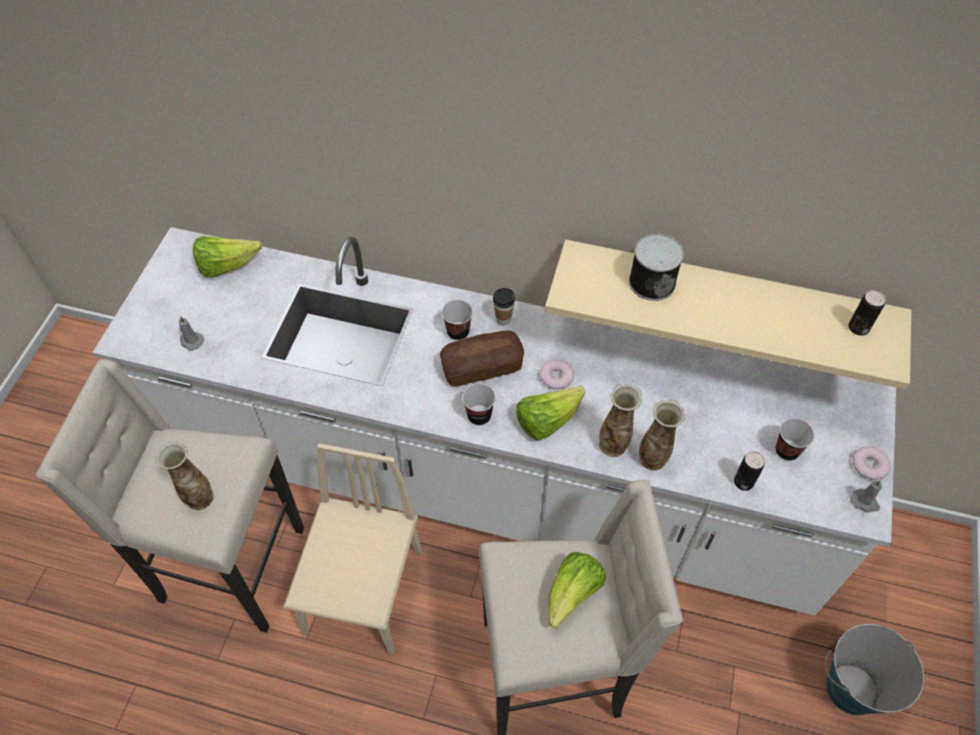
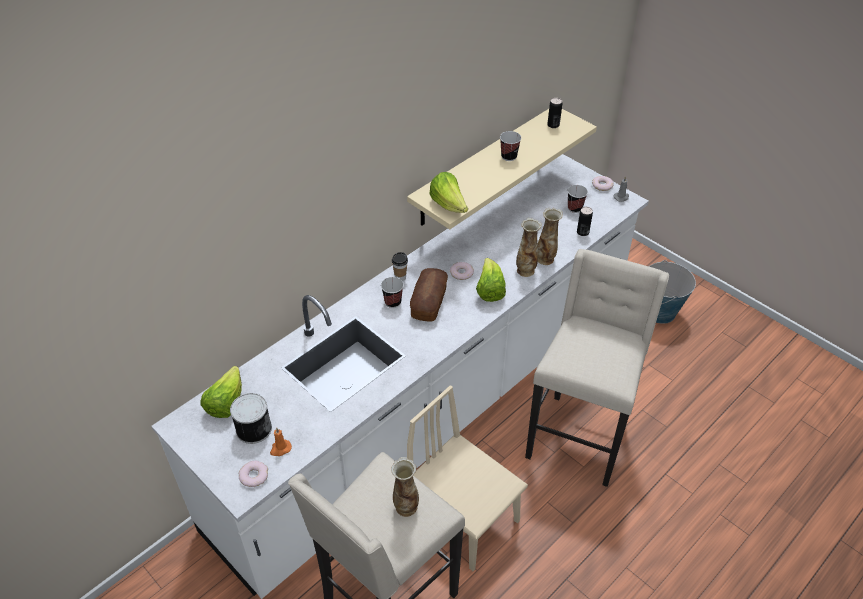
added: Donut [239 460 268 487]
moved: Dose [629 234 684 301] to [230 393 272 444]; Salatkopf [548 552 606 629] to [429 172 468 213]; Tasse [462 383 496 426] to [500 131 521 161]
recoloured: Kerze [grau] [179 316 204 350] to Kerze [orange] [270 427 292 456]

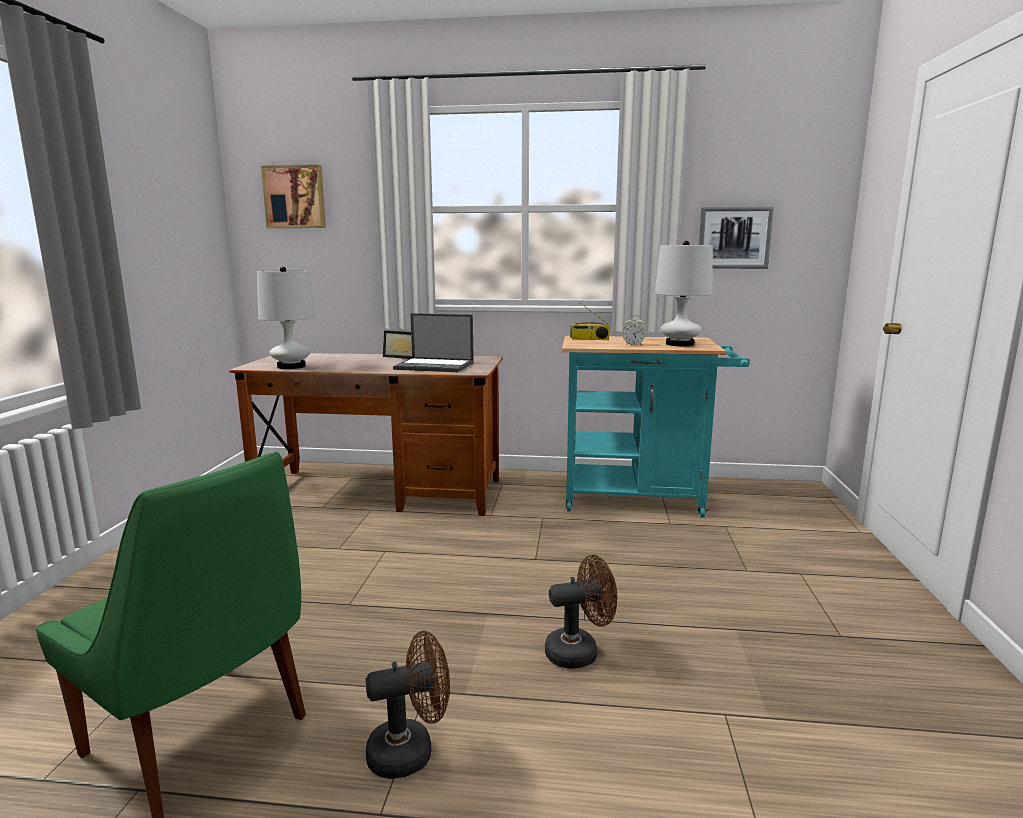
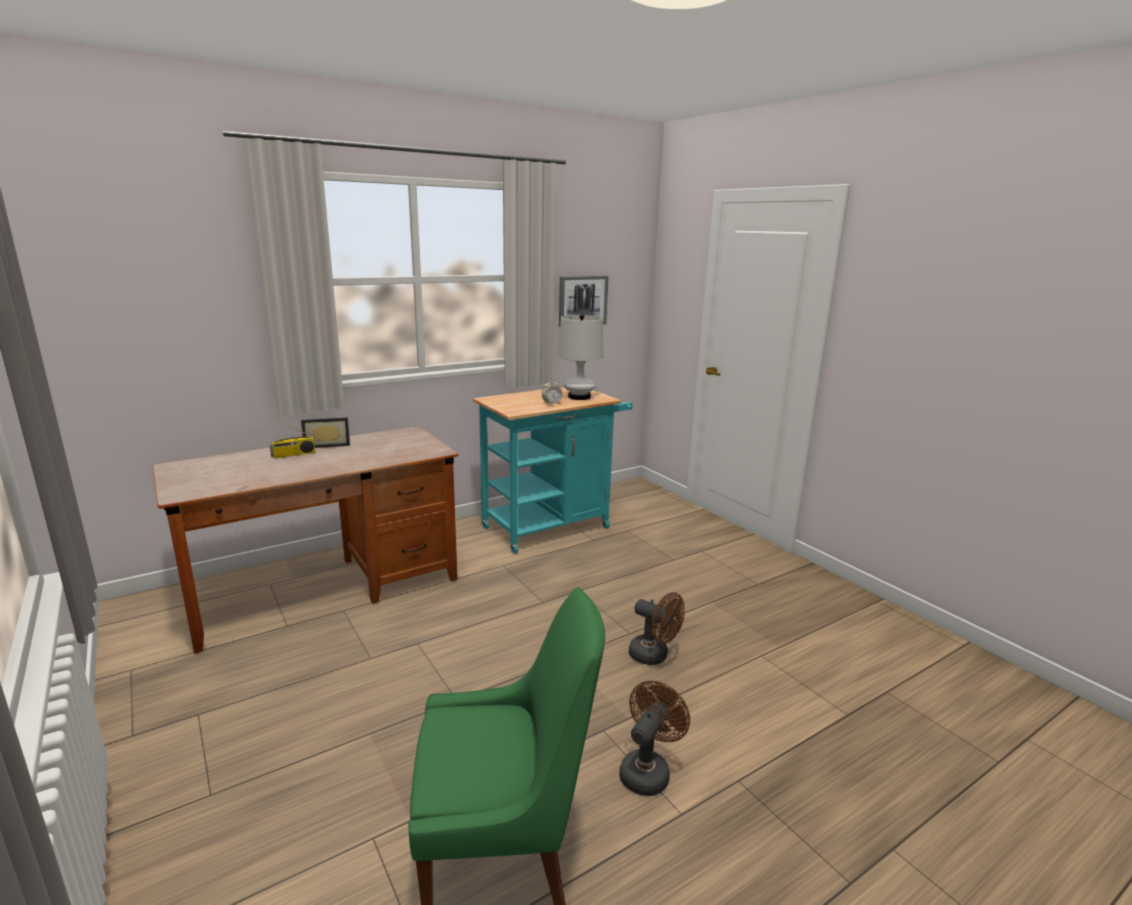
removed: Tischlampe [weiß] [257 267 316 369]; Bild [261 165 326 228]; Laptop [393 313 474 372]
moved: Radio [570 302 609 340] to [270 418 315 459]
turned: Ventilator [braun] [545 555 617 669] = [629 592 685 665] 90 degrees clockwise

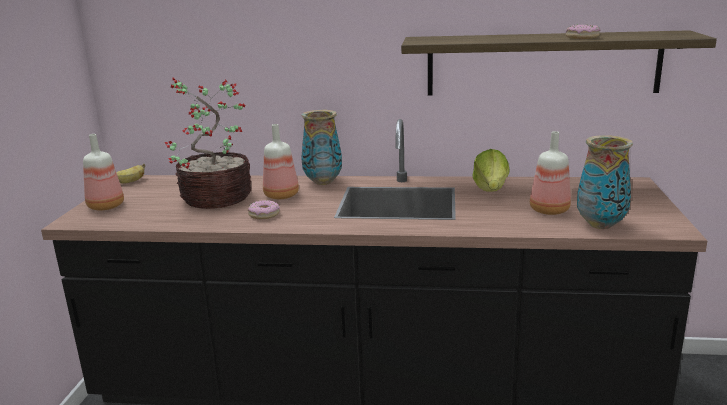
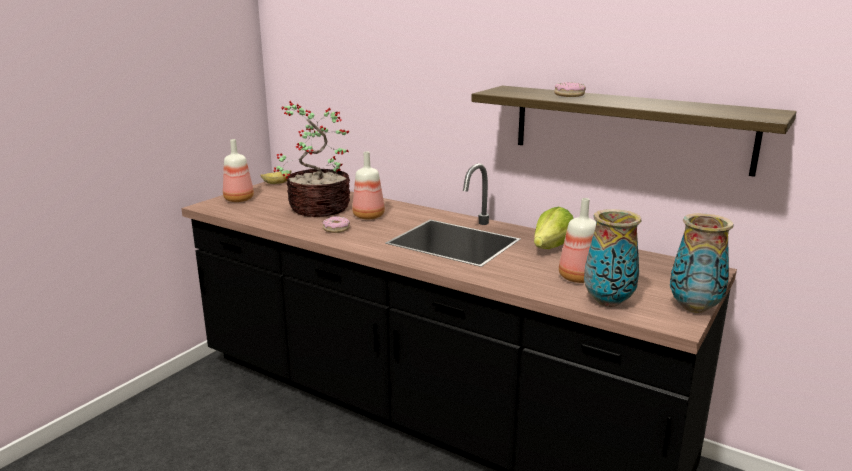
moved: Donut [566 25 600 39] to [554 82 586 97]; Vase [301 110 342 185] to [670 213 734 313]

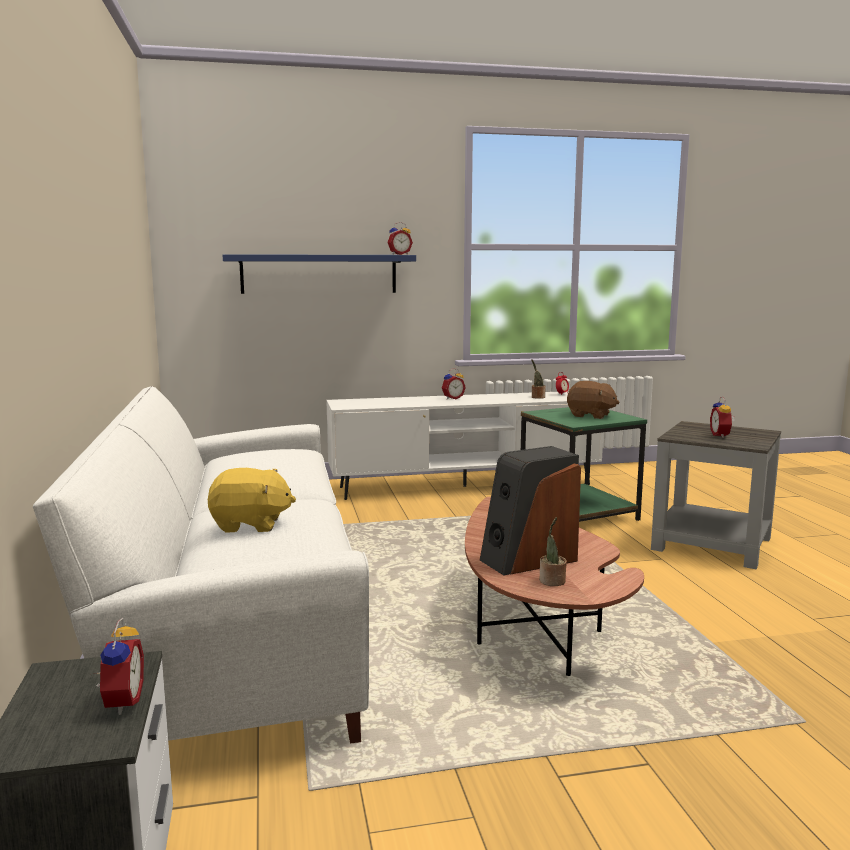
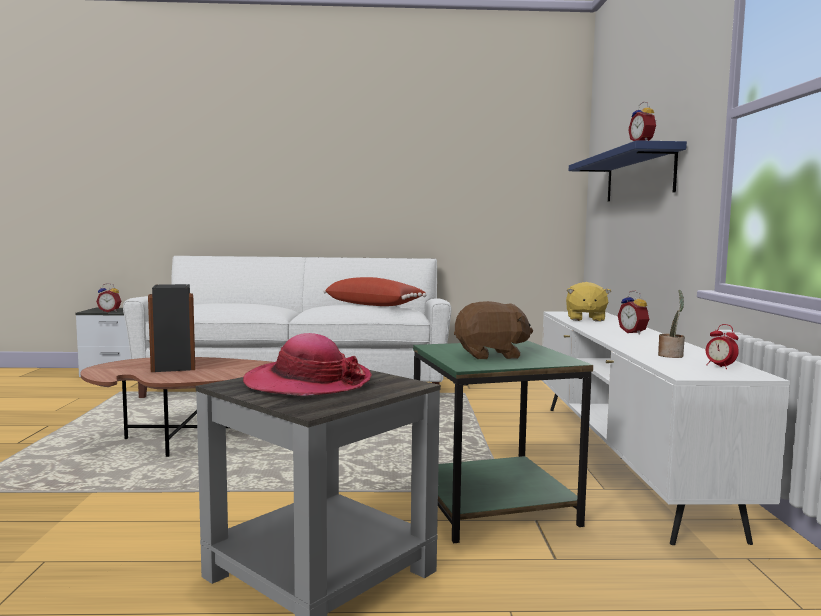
removed: Topfpflanze [539 517 567 586]
added: Kissen [rot] [323 277 427 306]
moved: Plüschtier [gelb] [208 468 296 533] to [566 282 611 322]
replaced: Wecker [710 397 735 438] to Hut [243 333 372 396]
turned: Plüschtier [braun] [567 381 619 419] = [454 301 533 359] 135 degrees counterclockwise

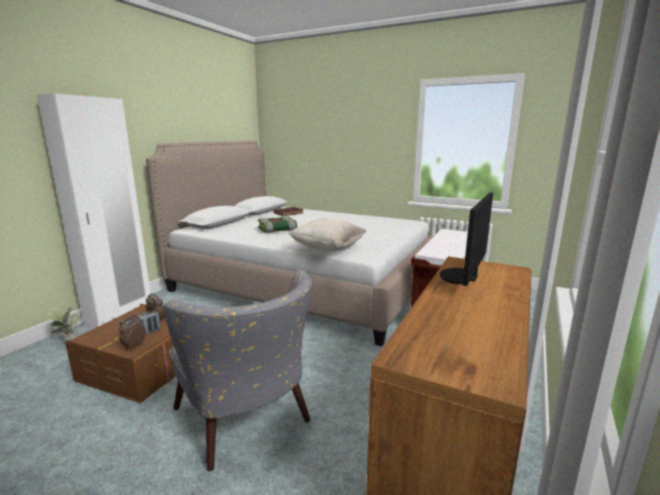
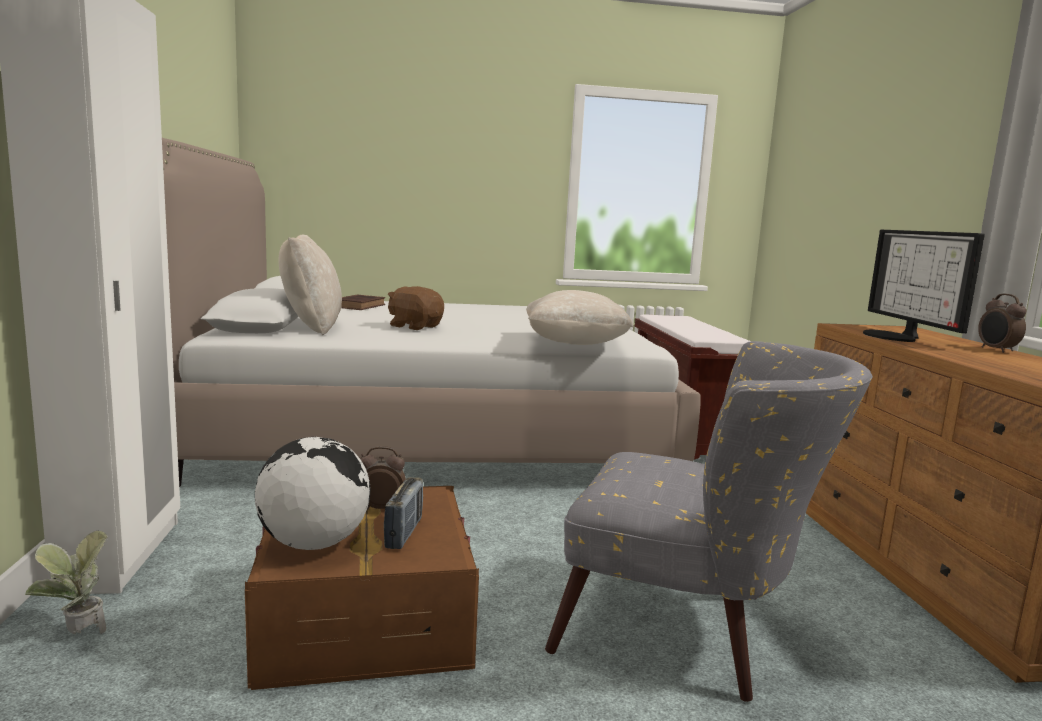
added: Globus [255 437 371 550]; Kissen [beige] [278 235 342 335]
moved: Wecker [119 315 146 350] to [978 294 1026 353]
replaced: Buch [258 216 297 233] to Plüschtier [braun] [388 286 444 330]

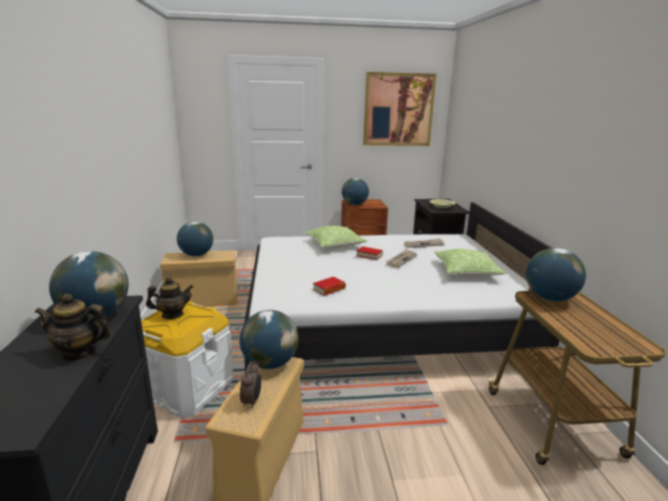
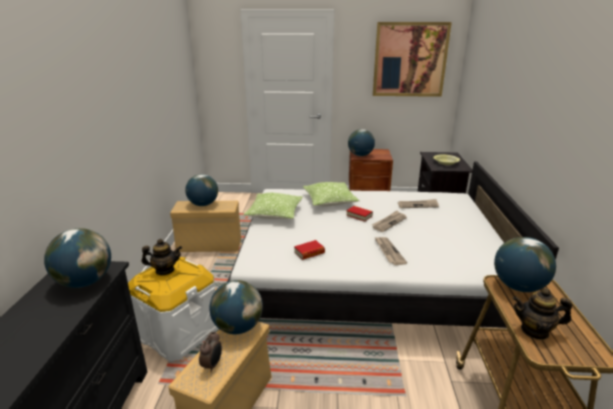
added: Zeitung [375 237 407 265]
moved: Kissen [434 249 507 277] to [243 193 302 219]; Teekanne [35 294 111 362] to [513 288 572 340]

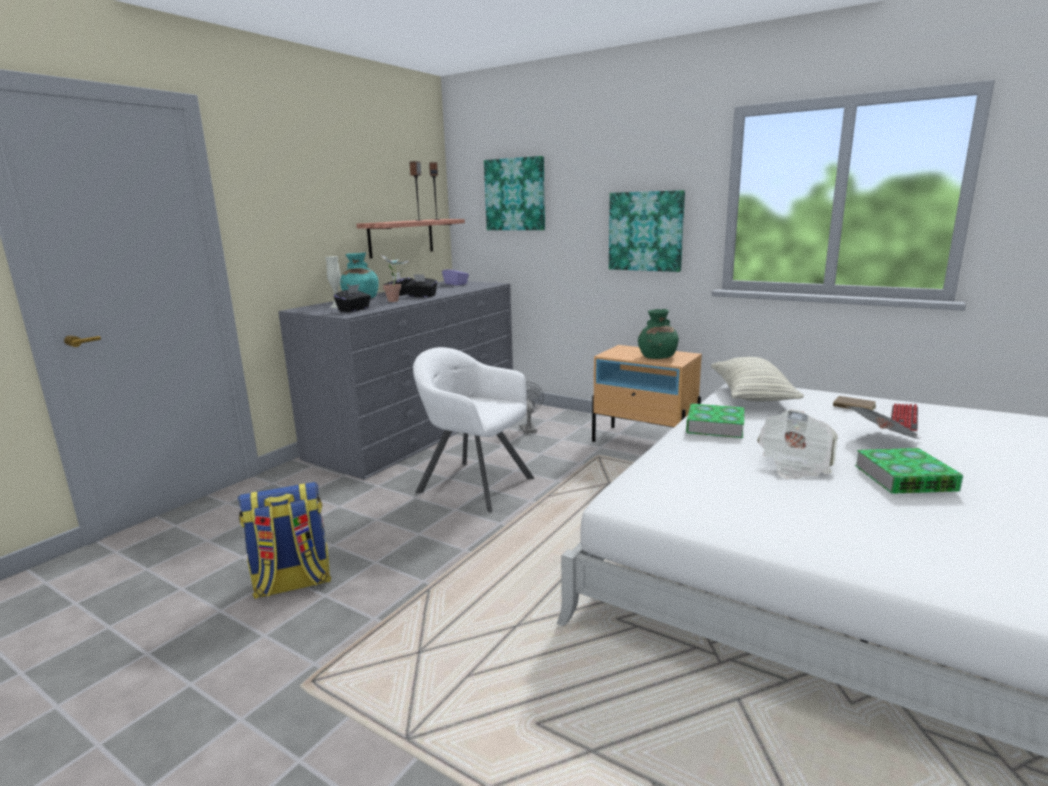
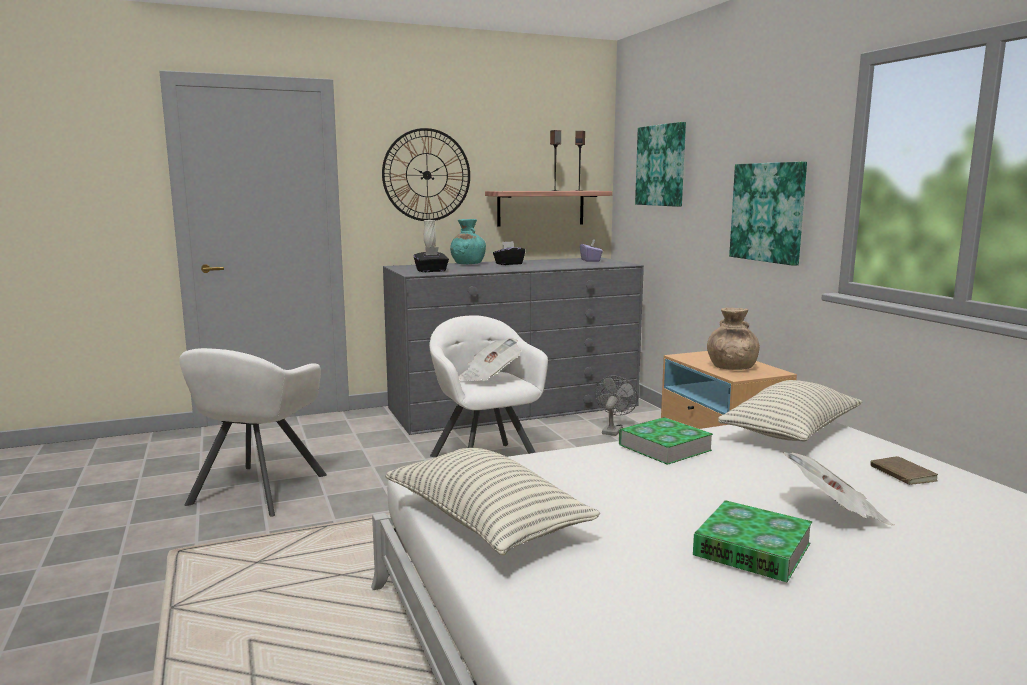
removed: Topfpflanze [381 255 409 302]; Taschentuchbox [schwarz] [405 274 437 298]; Tastatur [891 404 918 431]
added: Wanduhr [382 128 470 221]; Kissen [385 448 600 555]
moved: Zeitung [757 410 838 479] to [459 338 521 381]
replaced: Rucksack [238 482 331 599] to Sessel [weiß] [179 348 327 517]
recoloured: Vase [grün] [638 309 679 359] to Vase [braun] [707 308 760 370]

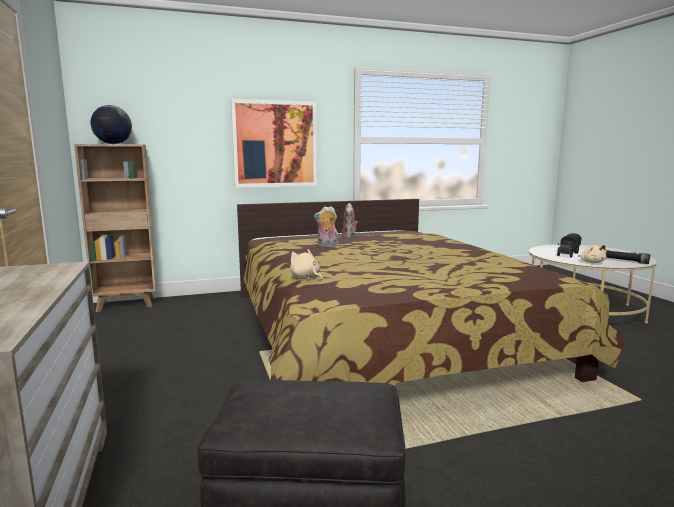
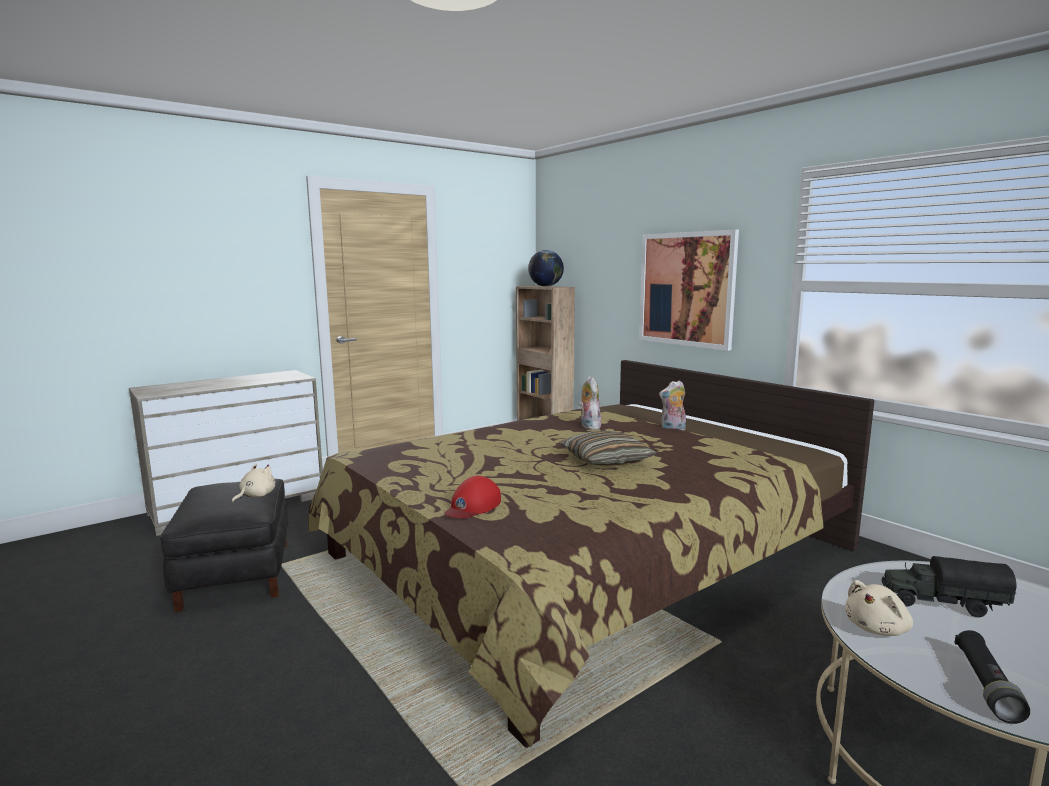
added: Kappe [rot] [444 476 501 519]; Kissen [559 431 657 466]
moved: Plüschtier [beige] [290 249 323 280] to [232 464 275 503]

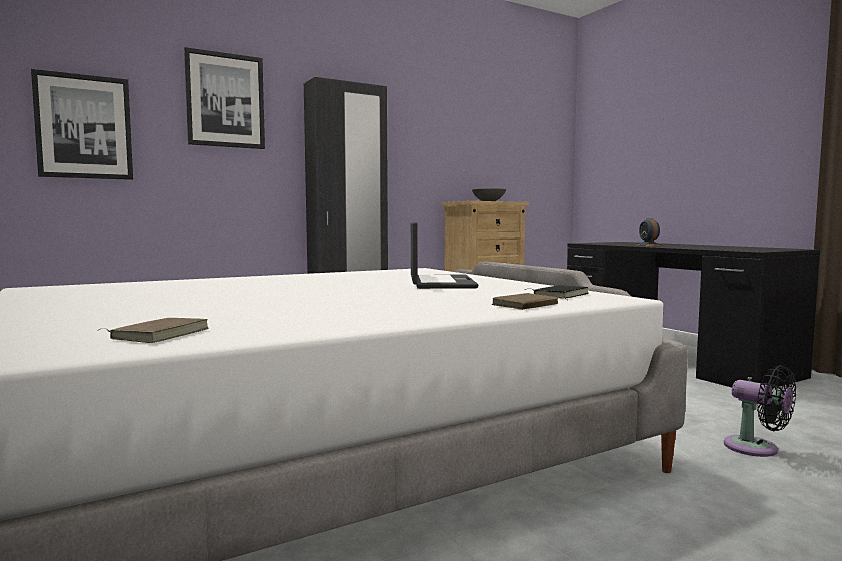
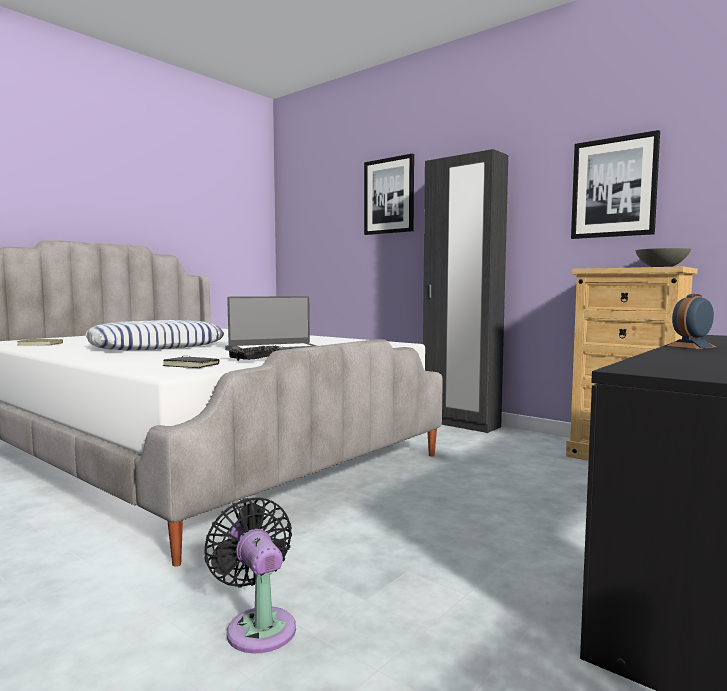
removed: Buch [braun] [492 293 567 310]
added: Kissen [85 320 224 350]; Tablett [schwarz] [225 345 281 361]
moved: Bild [31 69 133 180] to [571 130 660 239]
turned: Ventilator [schwarz] [724 365 796 457] = [204 497 296 653] 120 degrees clockwise

